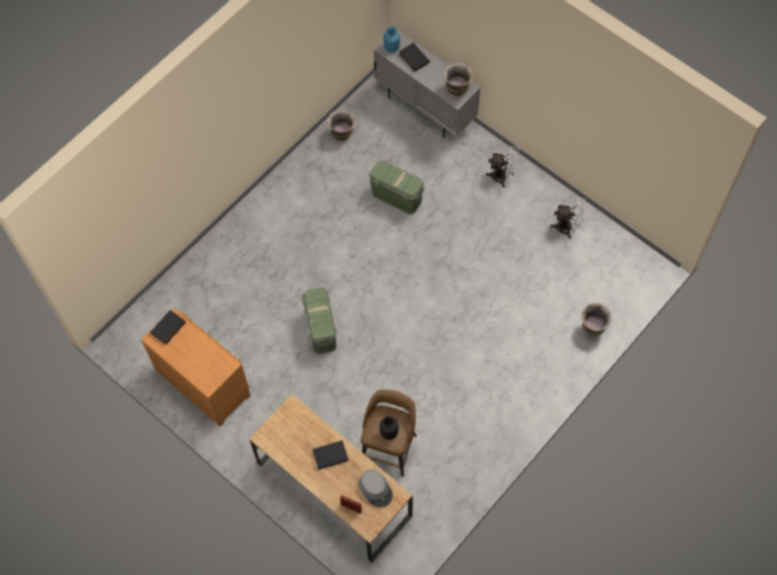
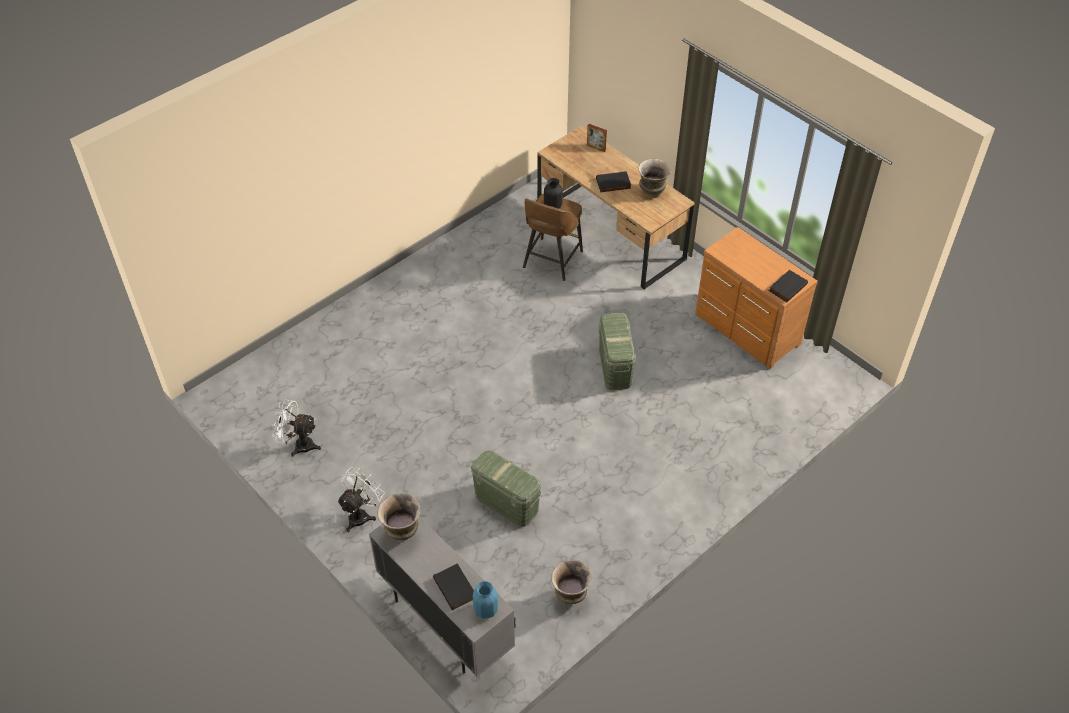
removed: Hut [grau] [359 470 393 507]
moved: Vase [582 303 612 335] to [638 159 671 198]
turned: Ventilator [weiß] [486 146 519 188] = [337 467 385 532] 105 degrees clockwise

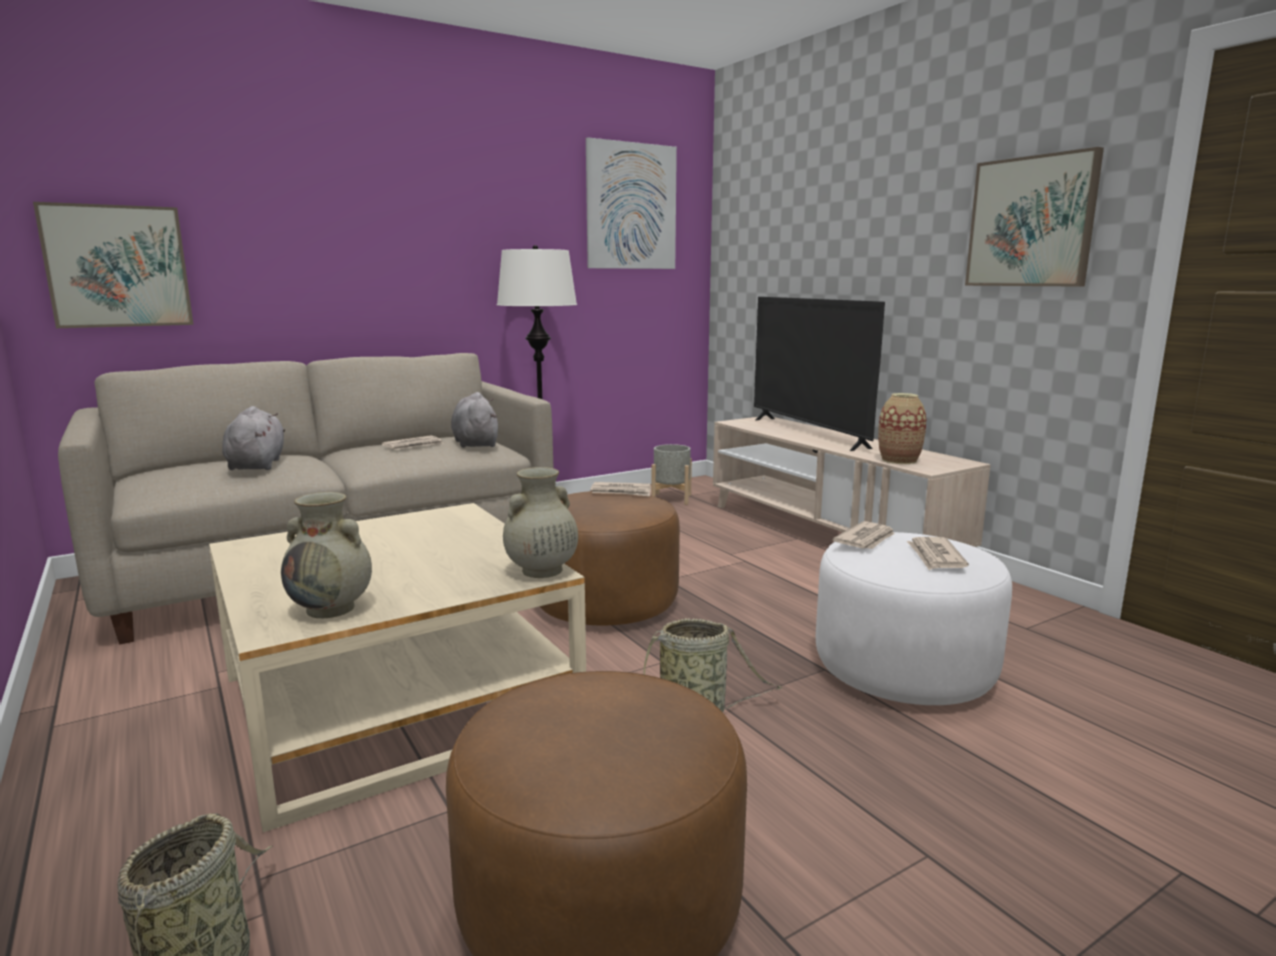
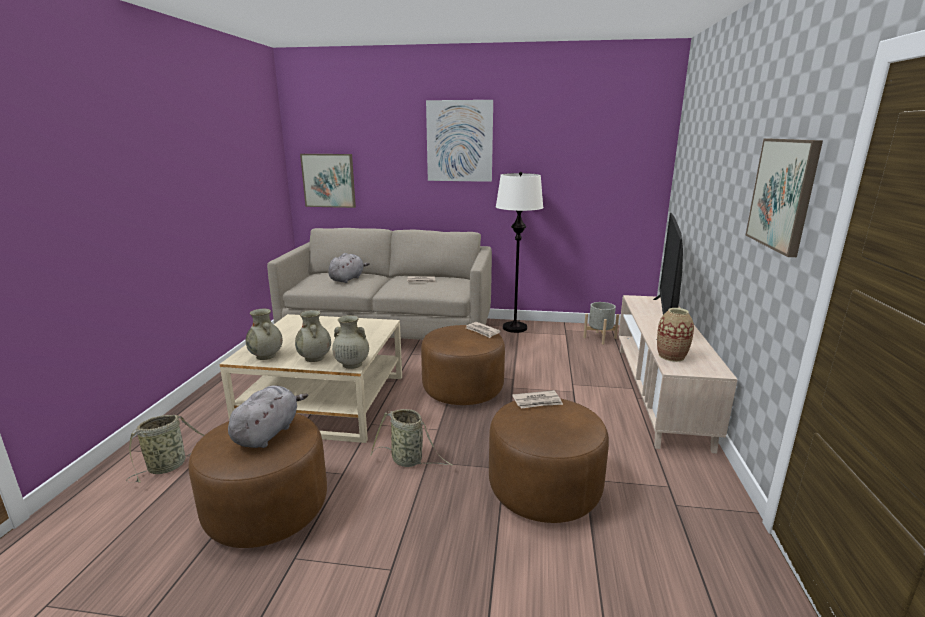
removed: Zeitung [907 537 969 570]
added: Vase [beige] [295 310 331 362]
moved: Plüschtier [grau] [451 392 498 448] to [228 386 308 448]; Bild [586 137 677 269] to [426 100 493 182]
recoloured: Polsterhocker [weiß] [816 532 1012 705] to Polsterhocker [braun] [489 398 609 523]

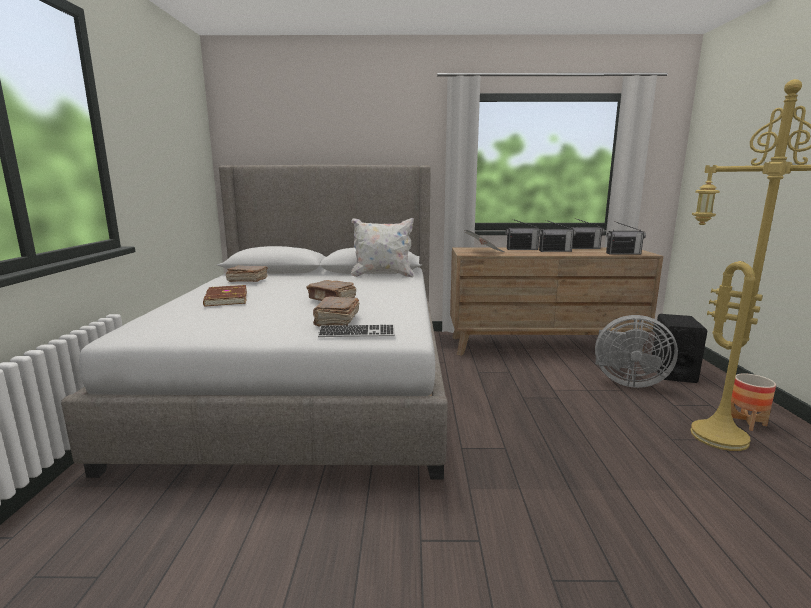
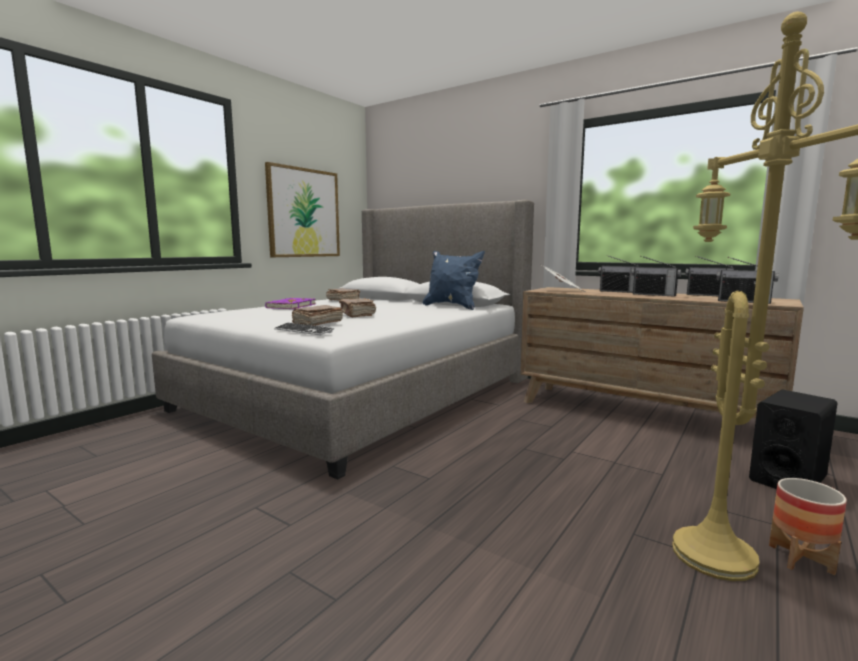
removed: Ventilator [grau] [595 315 678 388]
added: Bild [265 162 340 257]
recoloured: Buch [braun] [203 285 247 307] to Buch [lila] [265 298 316 309]; Kissen [weiß] [351 218 414 278] to Kissen [blau] [423 251 485 310]

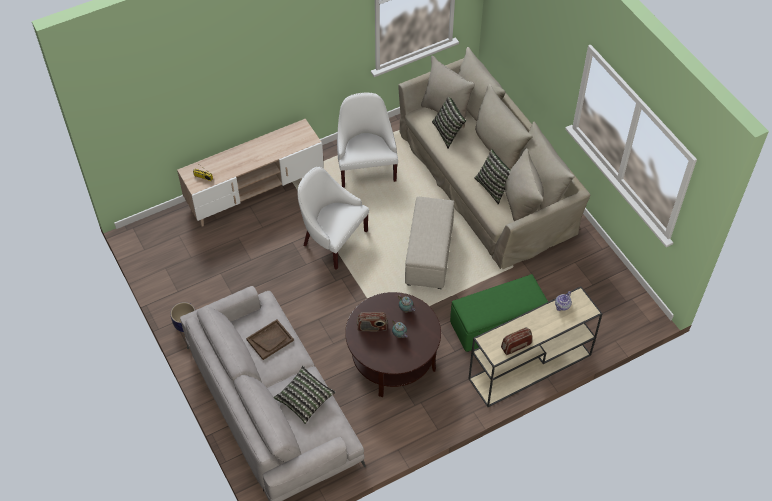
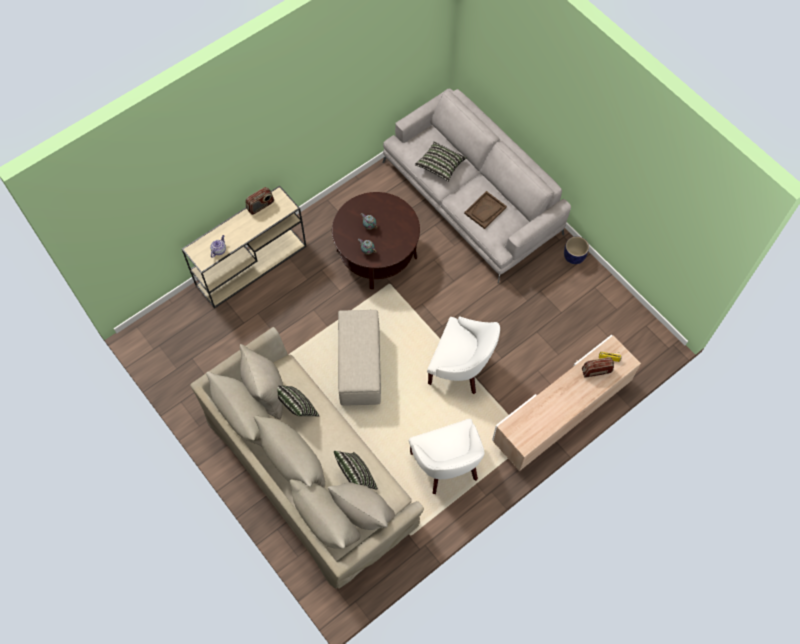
removed: Polsterhocker [grün] [450 274 548 352]
moved: Radio [357 312 388 332] to [582 357 614 378]

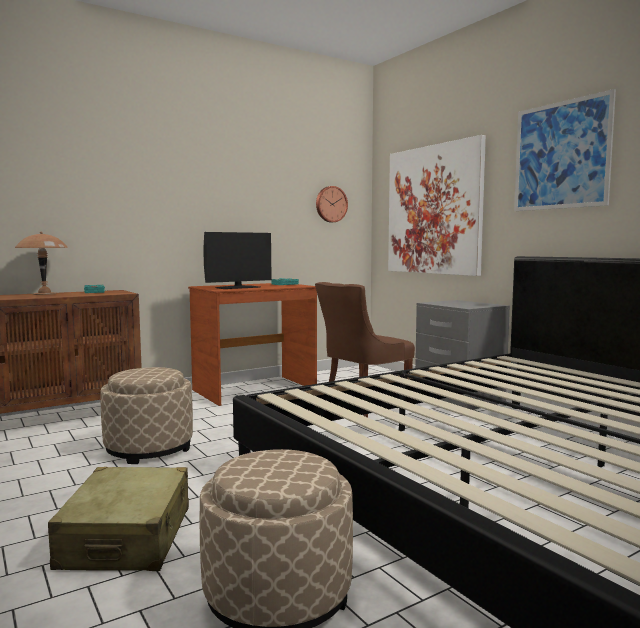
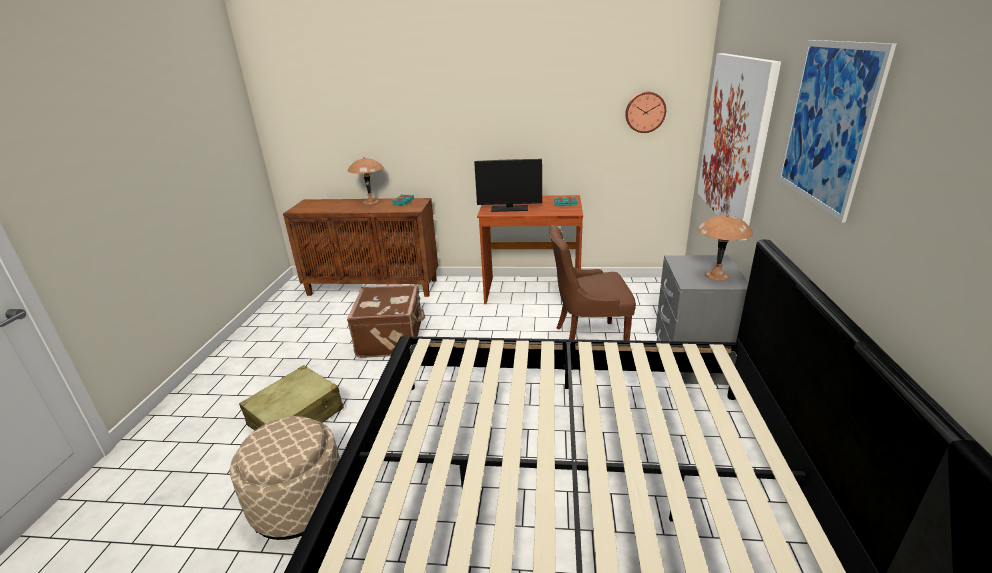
added: Tischlampe [braun] [697 214 753 281]
replaced: Polsterhocker [beige] [100 367 193 464] to Koffer [braun] [347 285 425 357]

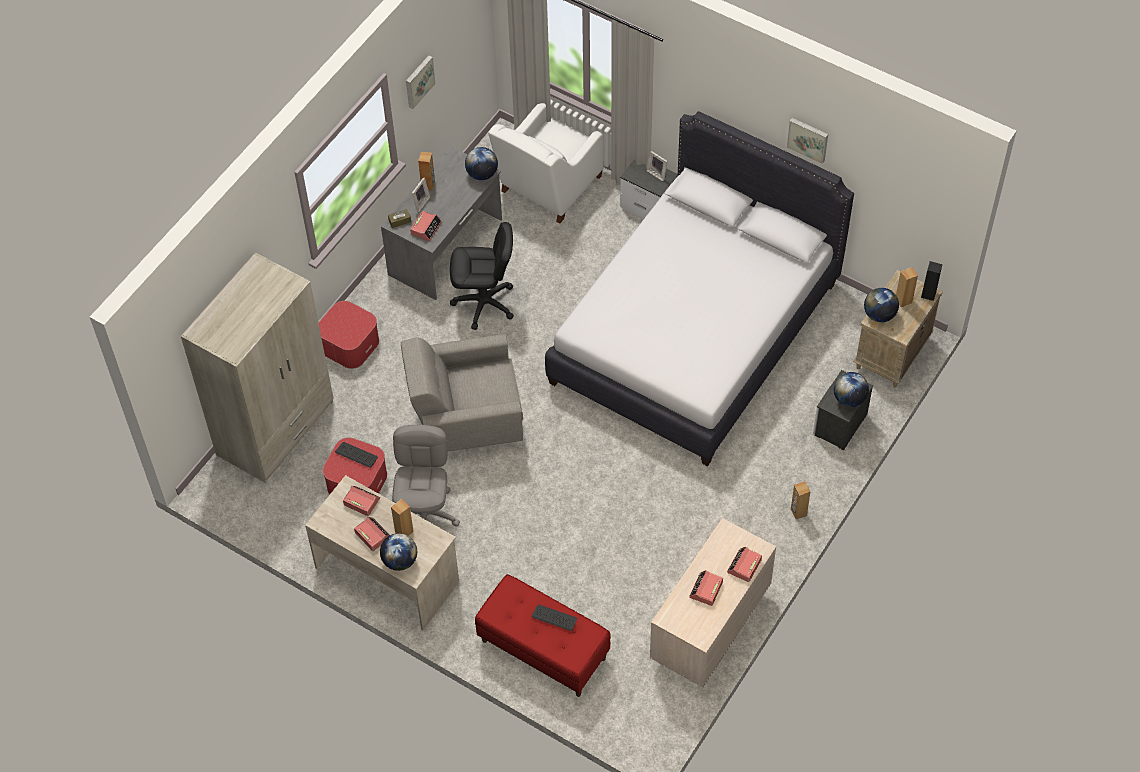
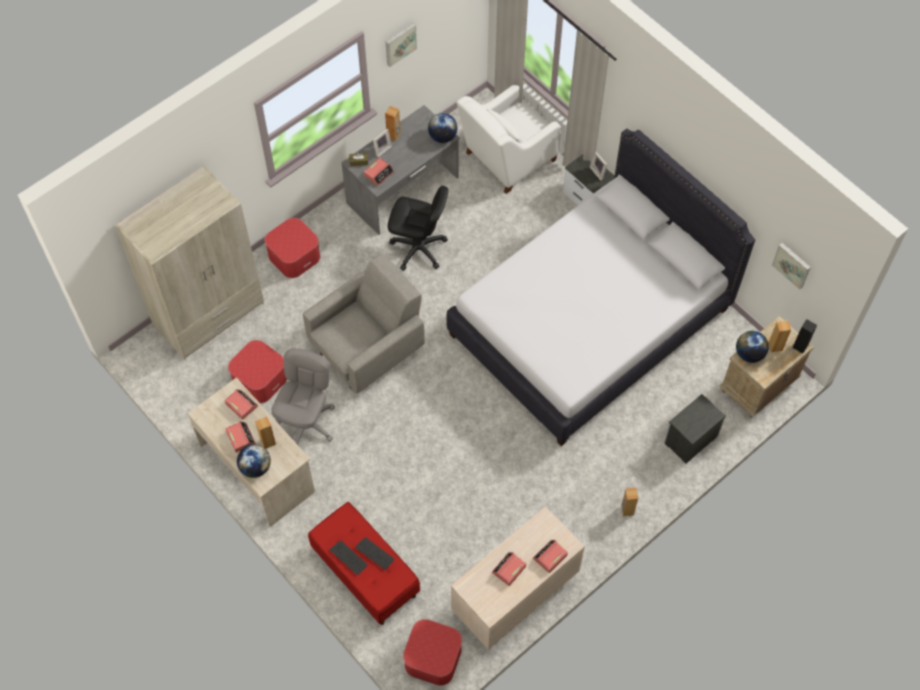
removed: Globus [834 372 869 407]
added: Polsterhocker [403 619 462 686]
moved: Tastatur [335 442 378 468] to [330 541 368 575]; Bild [787 118 828 164] to [772 243 811 289]
turned: Sessel [grau] [401 334 523 451] = [303 254 425 393] 135 degrees clockwise

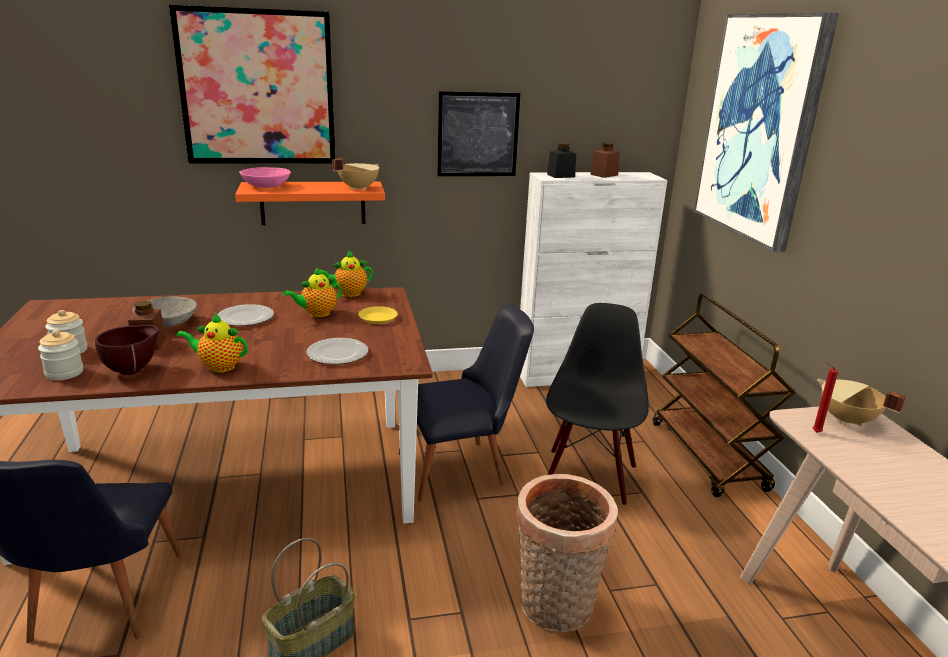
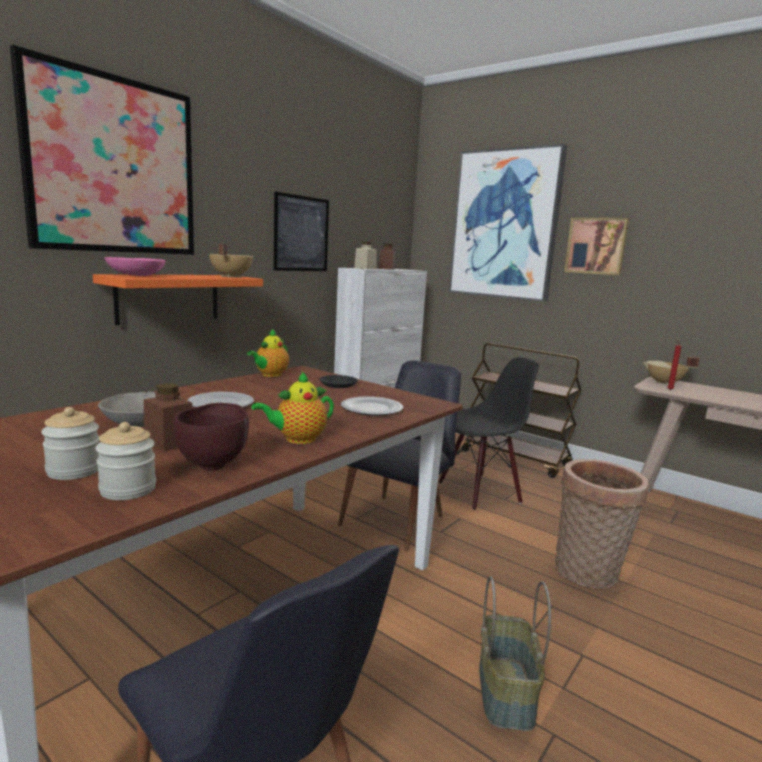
removed: Teekanne [283 267 342 317]
added: Bild [564 218 629 275]
recoloured: Teller [gelb] [358 306 398 324] to Teller [schwarz] [319 375 358 388]; Vorratsglas [schwarz] [547 143 576 178] to Vorratsglas [beige] [354 242 377 269]
turned: Stuhl [schwarz] [546 303 649 505] = [439 357 539 510] 90 degrees clockwise

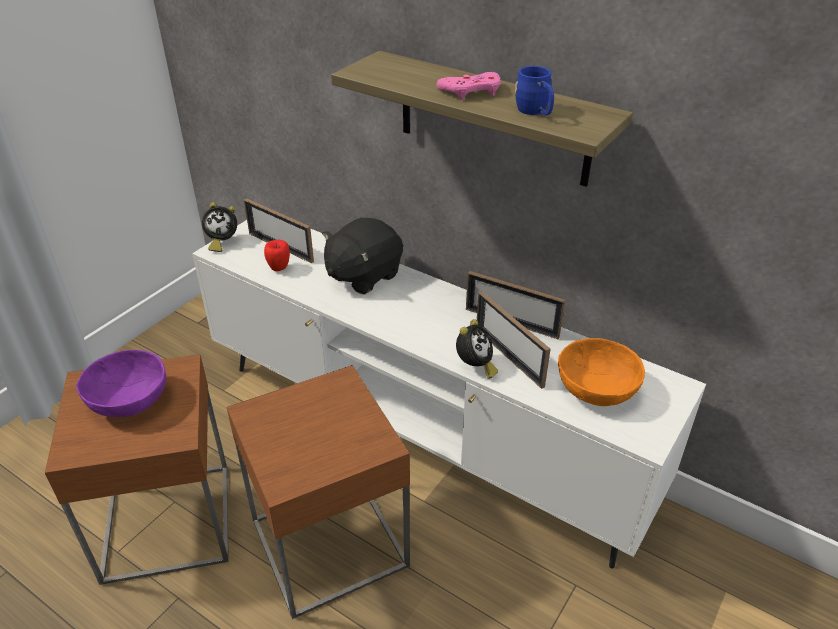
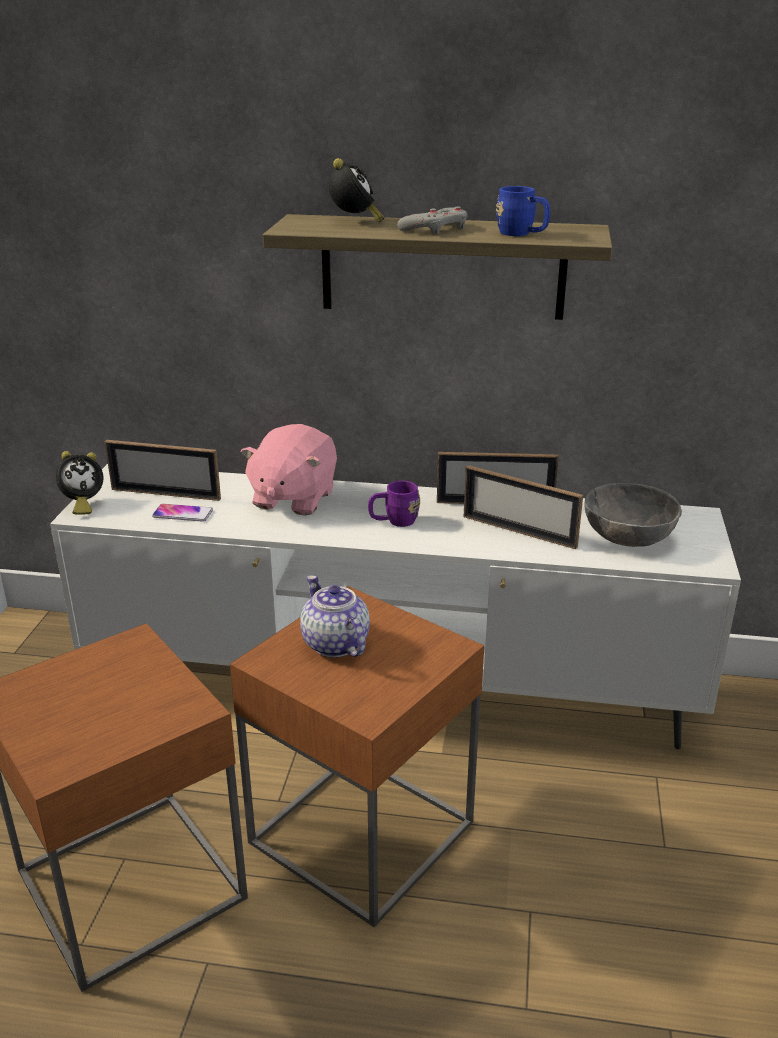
removed: Schüssel [lila] [76 350 166 417]
added: Teekanne [300 575 370 657]; Henkelbecher [lila] [368 481 420 527]
moved: Wecker [456 320 498 379] to [329 158 384 222]
replaced: Apfel [264 239 290 271] to Handy [152 504 213 522]
recoloured: Plüschtier [schwarz] [322 218 403 294] to Plüschtier [rosa] [241 424 337 516]; Gamepad [rosa] [437 72 501 100] to Gamepad [grau] [397 207 468 234]; Schüssel [orange] [558 338 645 406] to Schüssel [grau] [585 483 682 547]

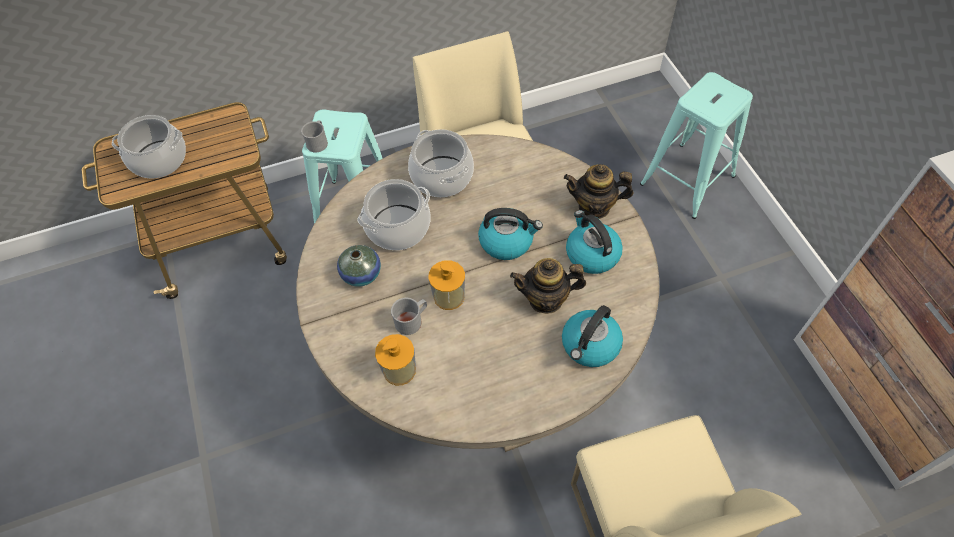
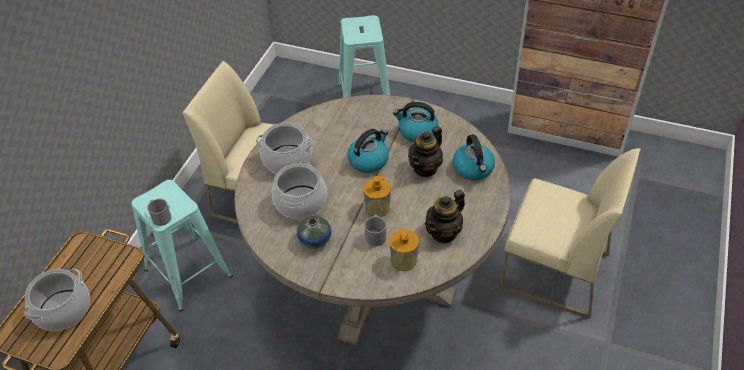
moved: Teekanne [564 164 633 219] to [425 190 465 244]

